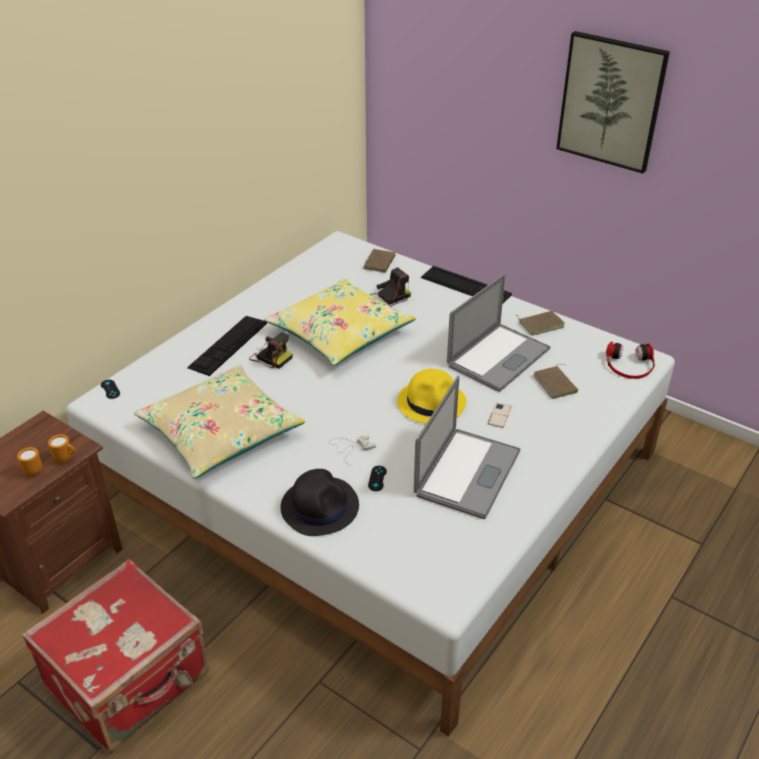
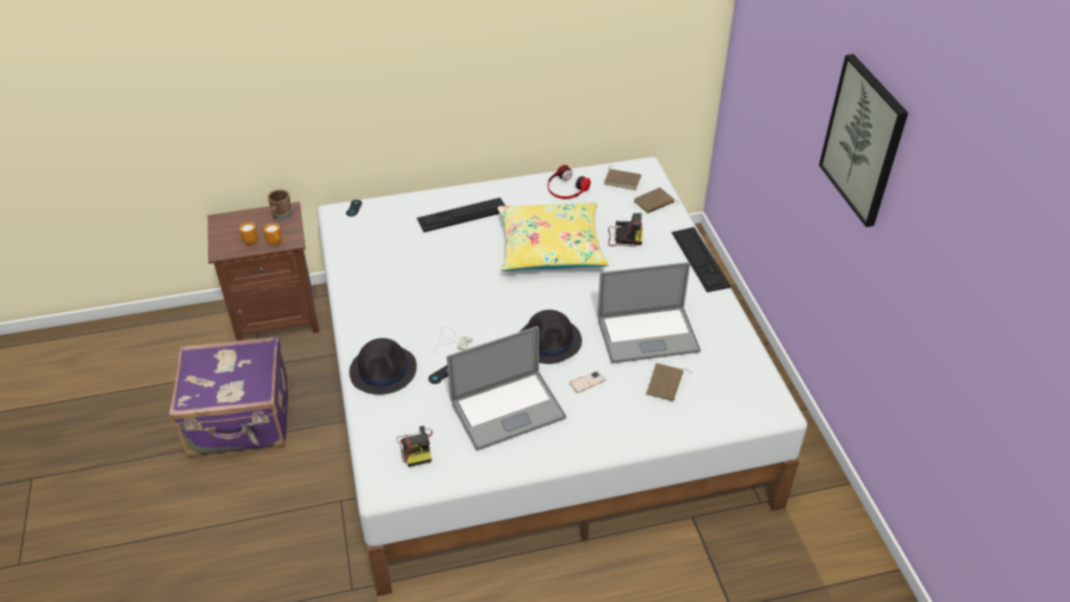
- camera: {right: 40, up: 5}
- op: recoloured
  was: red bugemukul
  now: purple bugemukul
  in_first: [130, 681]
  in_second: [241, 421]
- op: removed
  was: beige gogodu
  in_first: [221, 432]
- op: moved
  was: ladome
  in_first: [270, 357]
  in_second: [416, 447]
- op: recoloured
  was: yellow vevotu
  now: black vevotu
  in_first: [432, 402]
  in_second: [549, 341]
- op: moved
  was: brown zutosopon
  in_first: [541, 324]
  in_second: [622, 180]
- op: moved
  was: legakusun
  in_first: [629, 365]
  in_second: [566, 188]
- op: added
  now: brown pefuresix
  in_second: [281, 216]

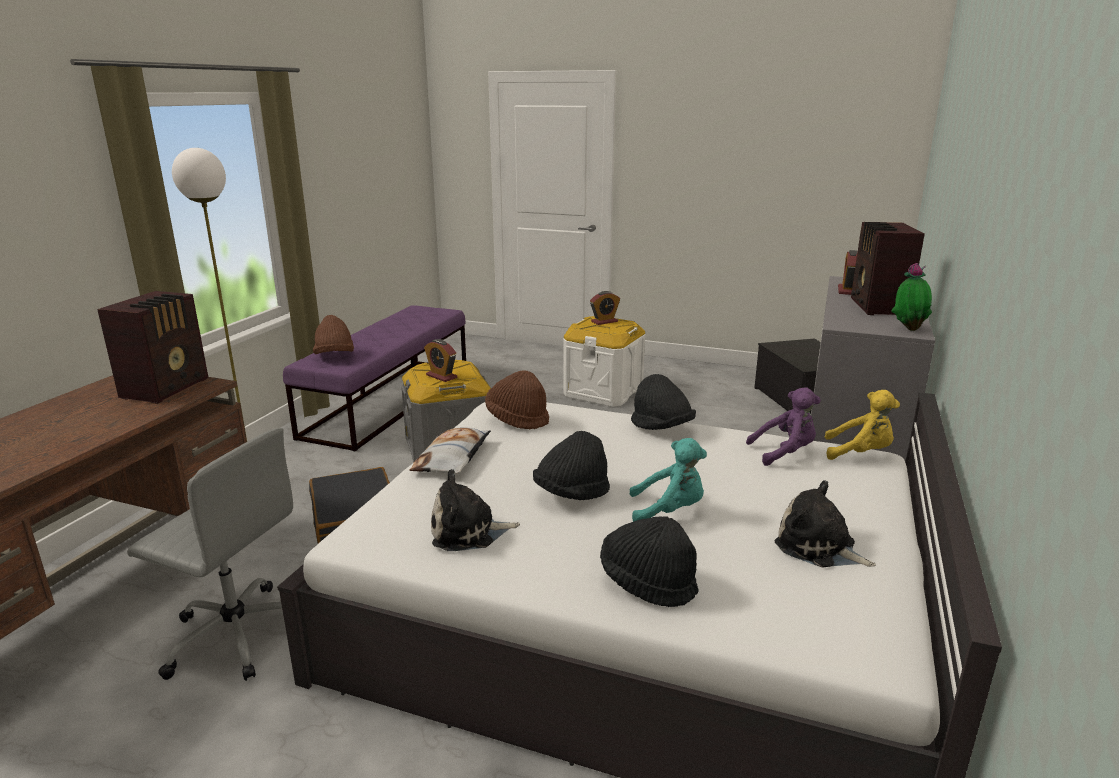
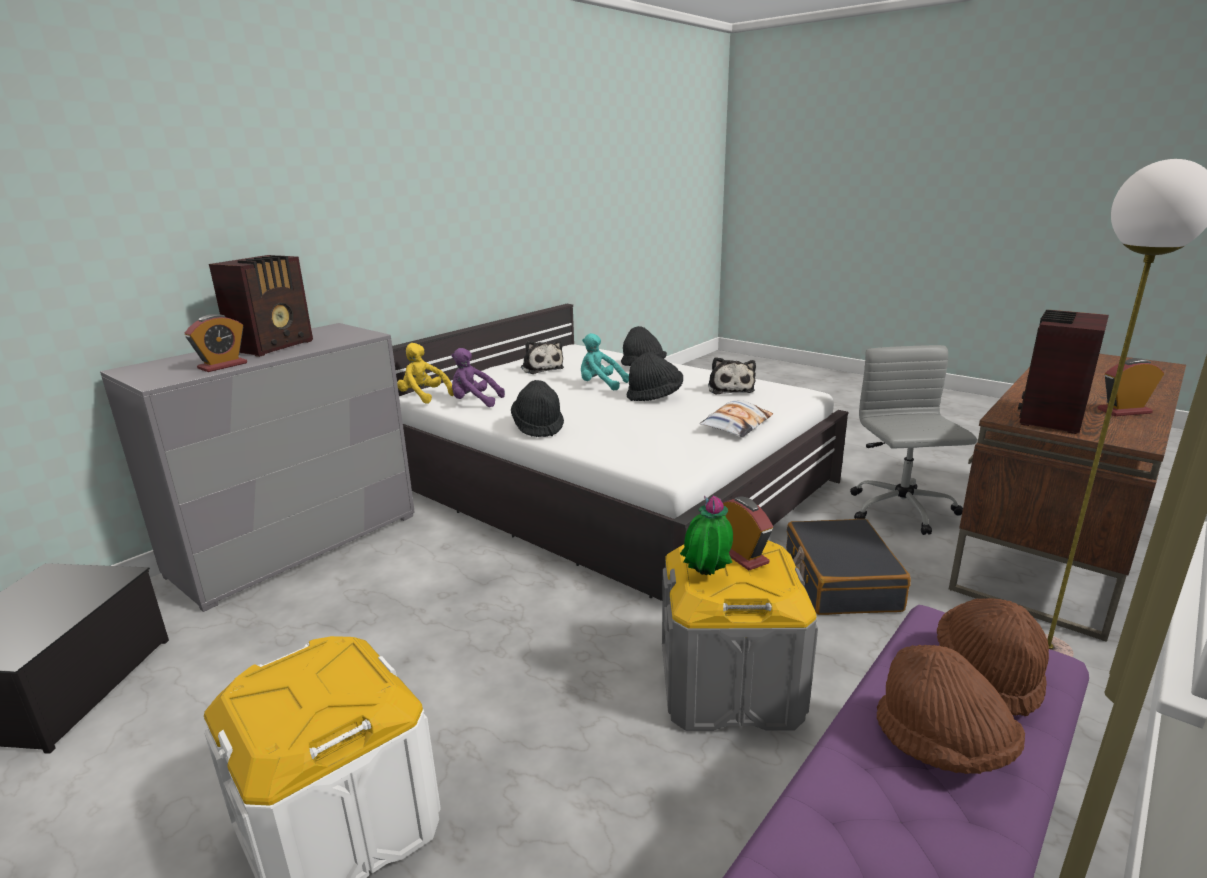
- camera: {right: -160, up: 0}
- op: turned
  was: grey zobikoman
  in_first: [235, 634]
  in_second: [901, 511]
  clockwise: 45
- op: turned
  was: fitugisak
  in_first: [468, 532]
  in_second: [730, 388]
  clockwise: 75
- op: moved
  was: brown vevotu
  in_first: [517, 419]
  in_second: [942, 746]
- op: moved
  was: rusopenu
  in_first: [604, 321]
  in_second: [1124, 411]
- op: moved
  was: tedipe
  in_first: [908, 329]
  in_second: [706, 577]

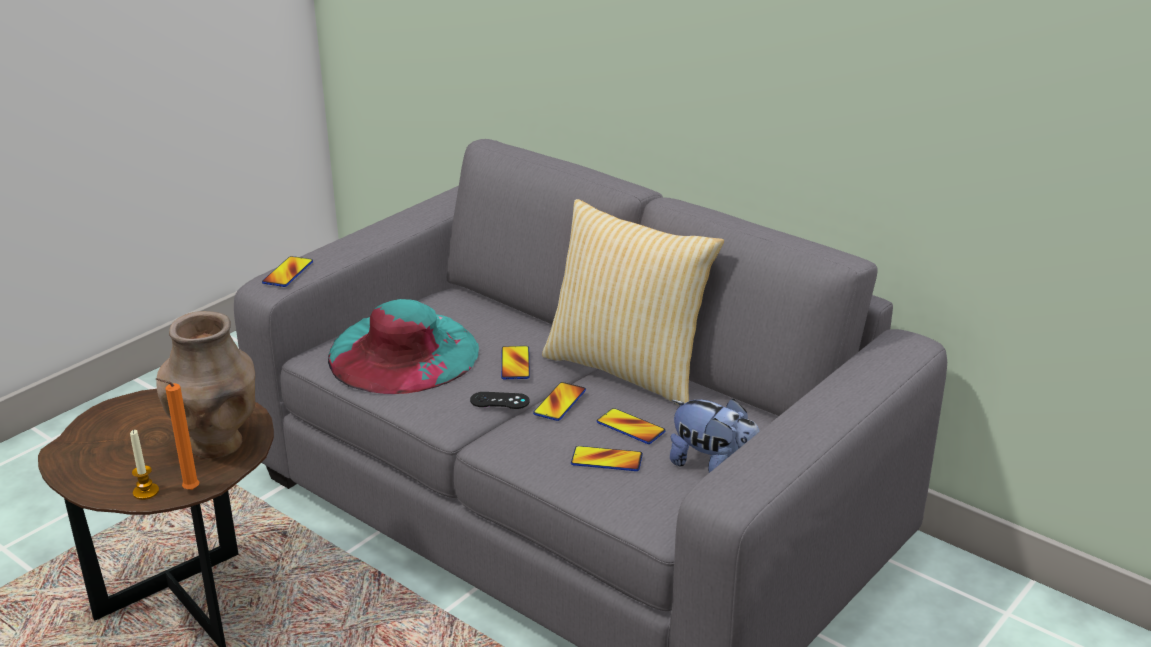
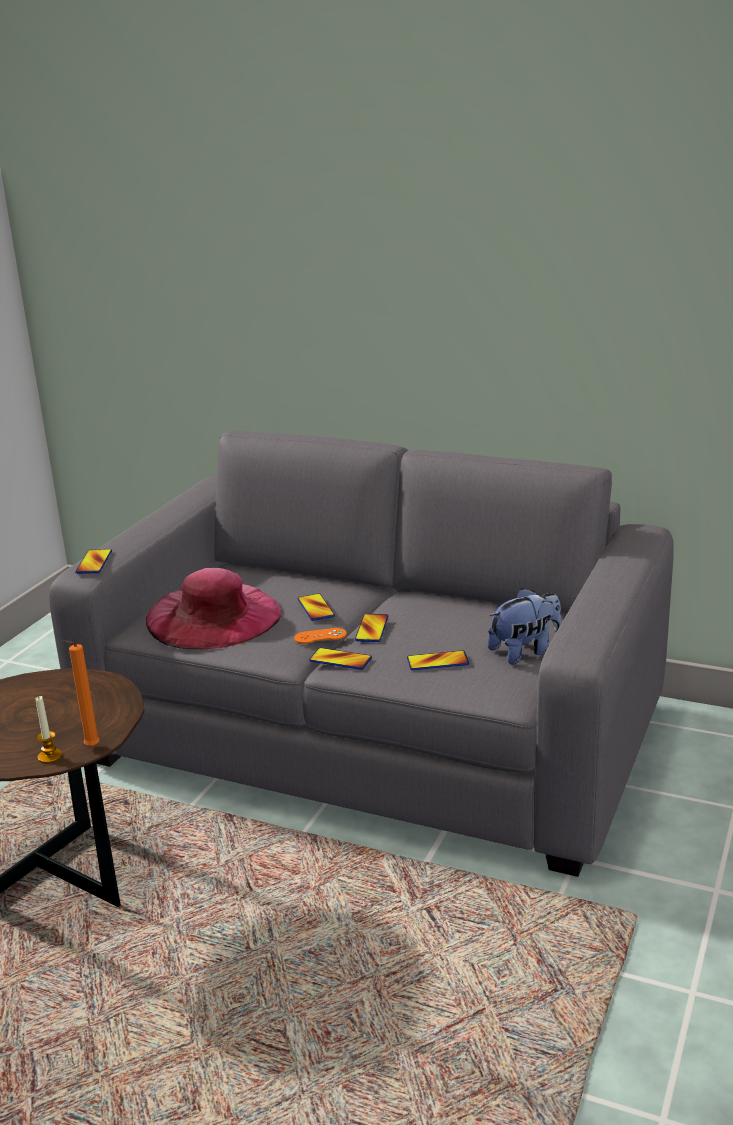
- camera: {right: -15, up: -5}
- op: removed
  was: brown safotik
  in_first: [217, 444]
- op: recoloured
  was: turquoise vevotu
  now: pink vevotu
  in_first: [403, 352]
  in_second: [213, 616]
- op: recoloured
  was: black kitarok
  now: orange kitarok
  in_first: [499, 401]
  in_second: [320, 636]
- op: removed
  was: gogodu
  in_first: [628, 369]
- op: moved
  was: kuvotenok
  in_first: [630, 427]
  in_second: [340, 660]
- op: turned
  was: fitugisak
  in_first: [713, 466]
  in_second: [525, 651]
  clockwise: -45

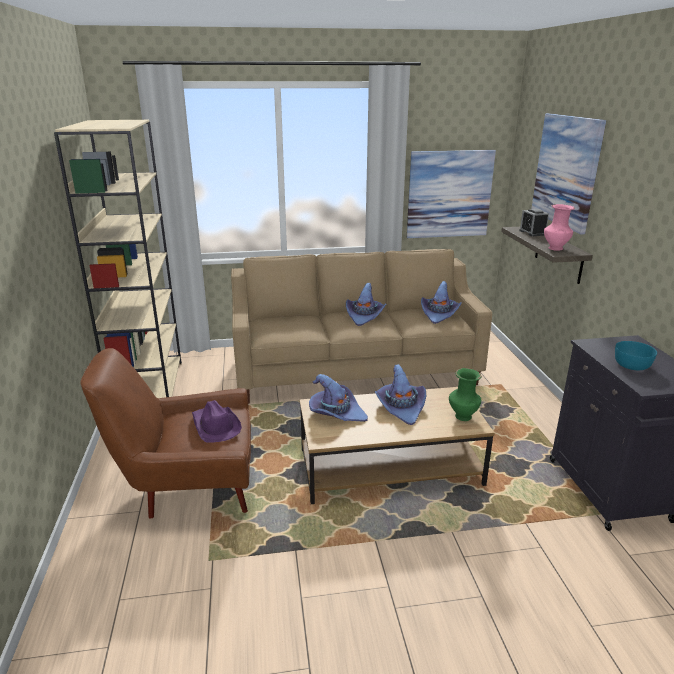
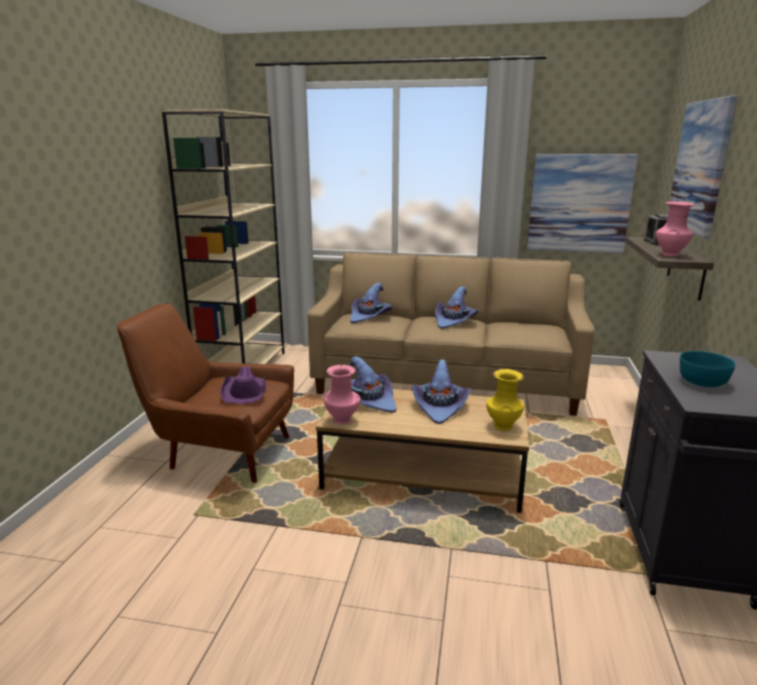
- camera: {right: 20, up: -5}
- op: moved
  was: purple vevotu
  in_first: [439, 314]
  in_second: [370, 316]
- op: recoloured
  was: green safotik
  now: yellow safotik
  in_first: [462, 416]
  in_second: [503, 426]
- op: added
  now: pink safotik
  in_second: [343, 420]

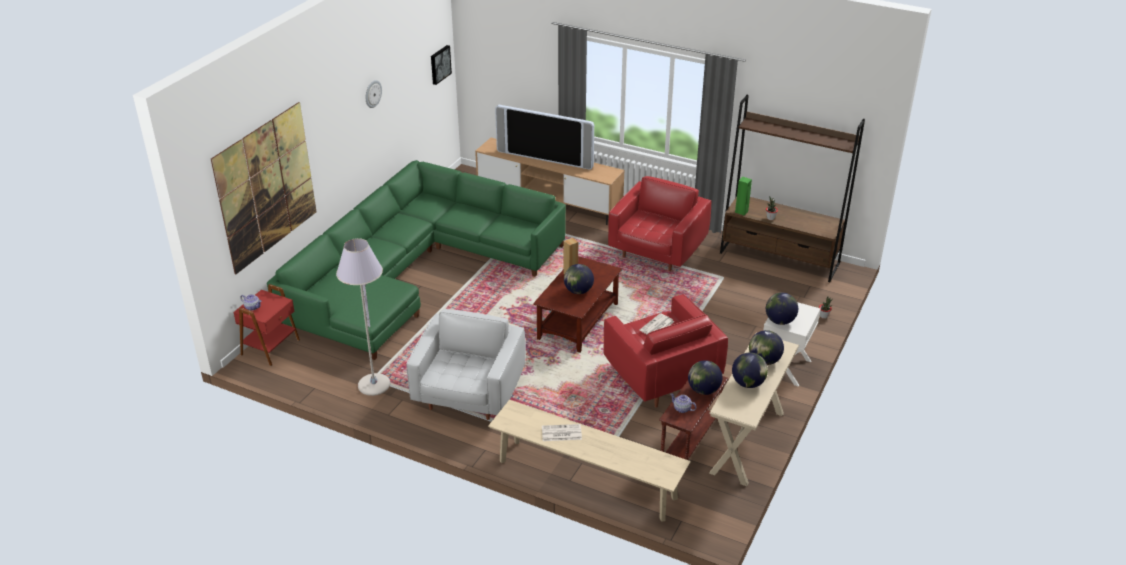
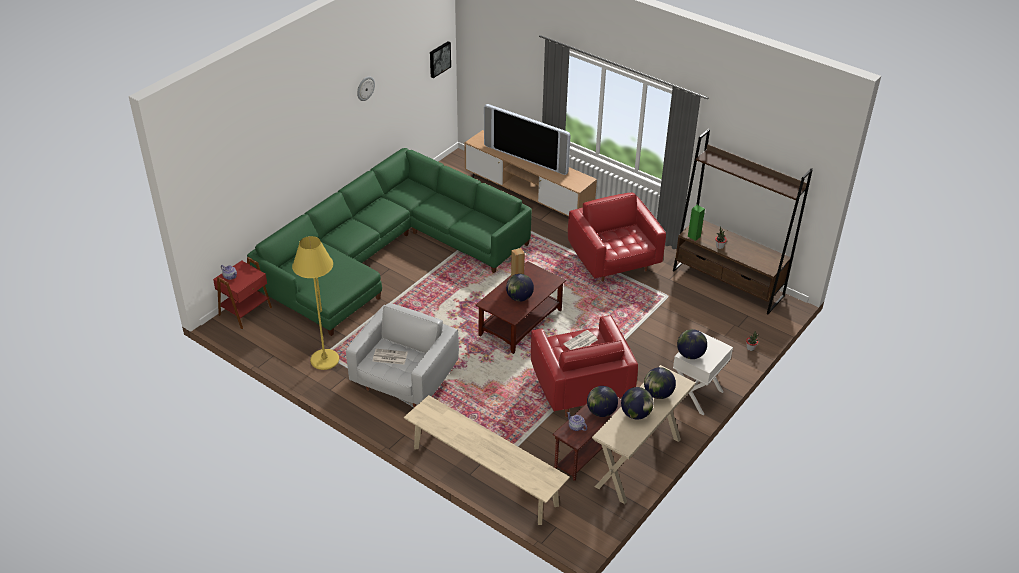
- camera: {right: 10, up: 5}
- op: removed
  was: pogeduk
  in_first: [266, 187]
- op: recoloured
  was: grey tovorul
  now: yellow tovorul
  in_first: [374, 385]
  in_second: [324, 360]
- op: moved
  was: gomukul
  in_first: [561, 433]
  in_second: [389, 357]
- op: turned
  was: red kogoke
  in_first: [657, 251]
  in_second: [614, 261]
  clockwise: -60

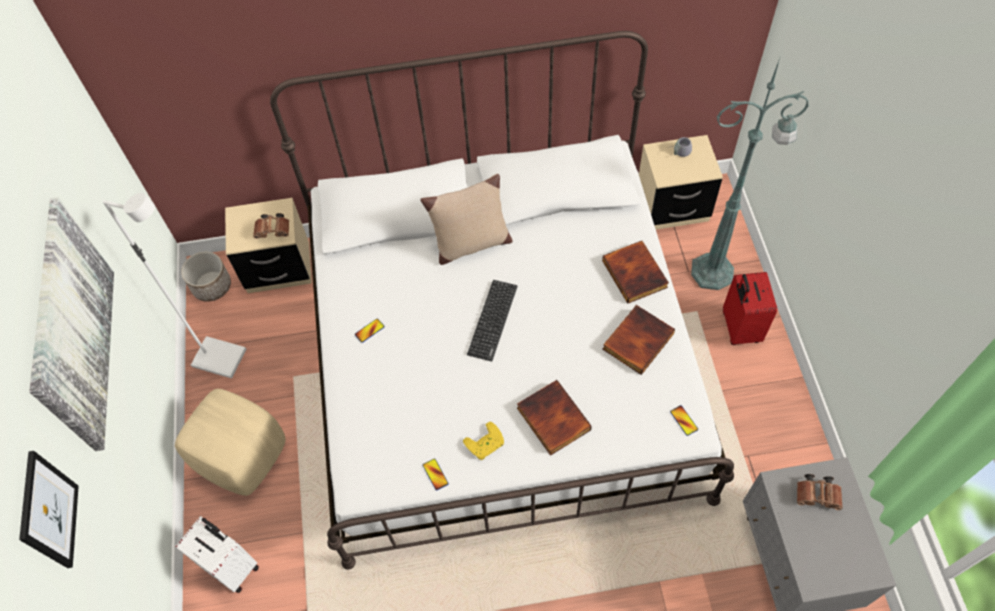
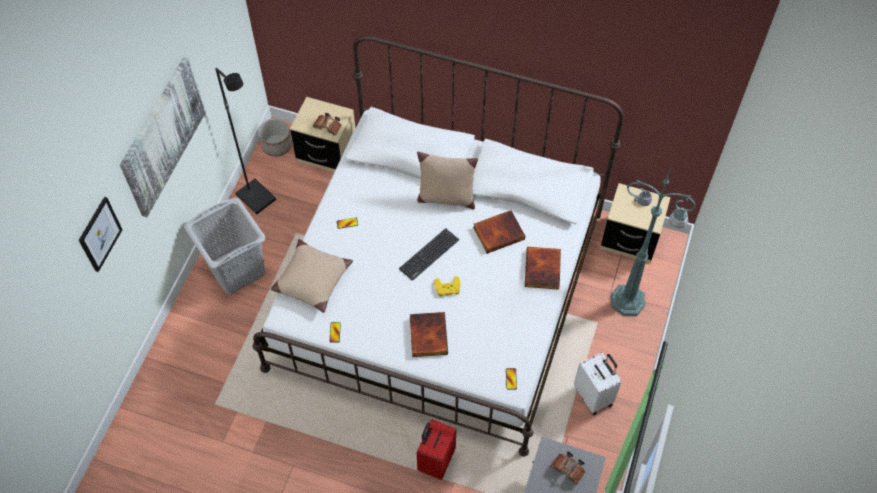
- camera: {right: 25, up: 0}
- op: recoloured
  was: white tovorul
  now: black tovorul
  in_first: [221, 358]
  in_second: [257, 197]
- op: replaced
  was: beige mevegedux
  now: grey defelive
  in_first: [243, 456]
  in_second: [237, 269]
- op: moved
  was: white bugemukul
  in_first: [232, 566]
  in_second: [594, 396]
- op: moved
  was: yellow kitarok
  in_first: [486, 444]
  in_second: [447, 289]
- op: moved
  was: zutosopon
  in_first: [637, 340]
  in_second: [498, 232]
- op: moved
  was: red bugemukul
  in_first: [739, 328]
  in_second: [435, 460]
- op: added
  now: beige gogodu
  in_second: [312, 279]

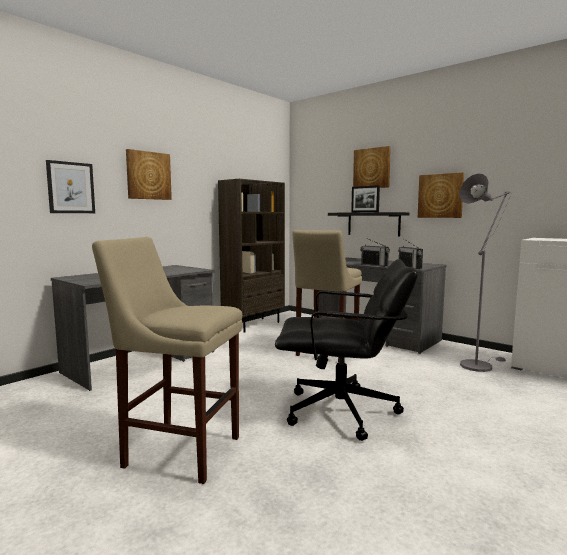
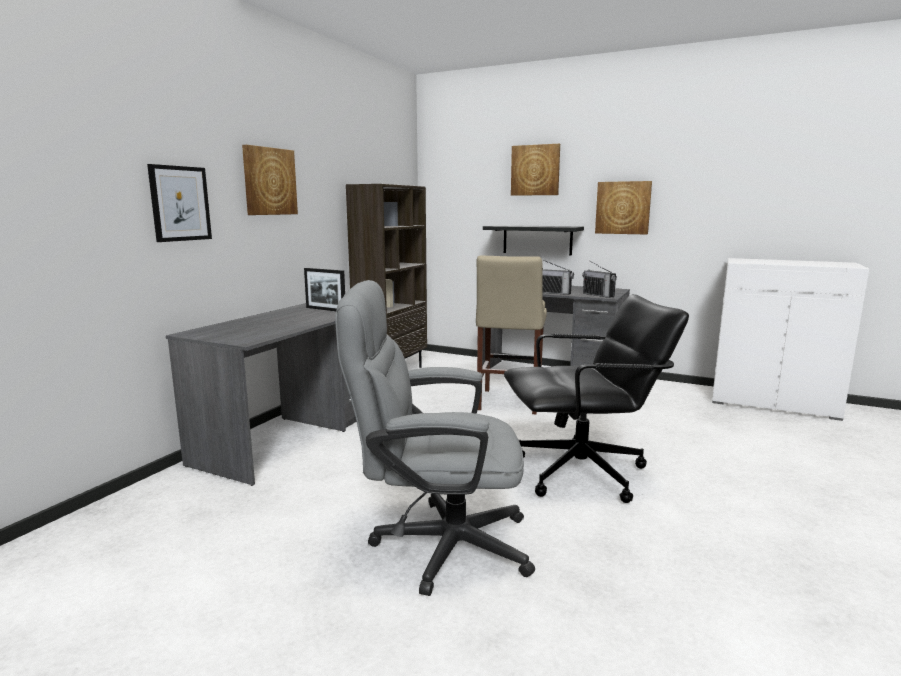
- camera: {right: -15, up: 5}
- op: replaced
  was: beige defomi
  now: grey zobikoman
  in_first: [178, 450]
  in_second: [436, 544]
- op: moved
  was: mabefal
  in_first: [364, 212]
  in_second: [325, 309]
- op: removed
  was: grey tovorul
  in_first: [478, 365]

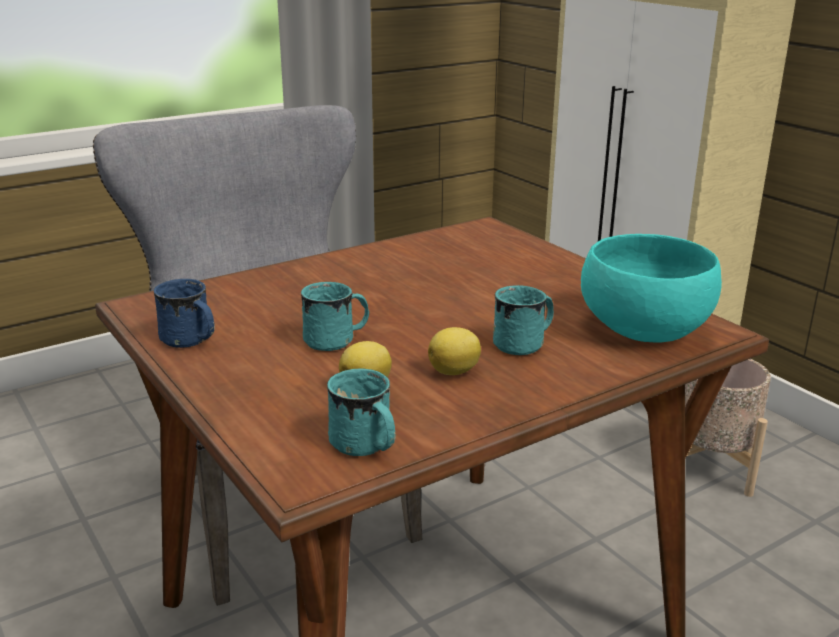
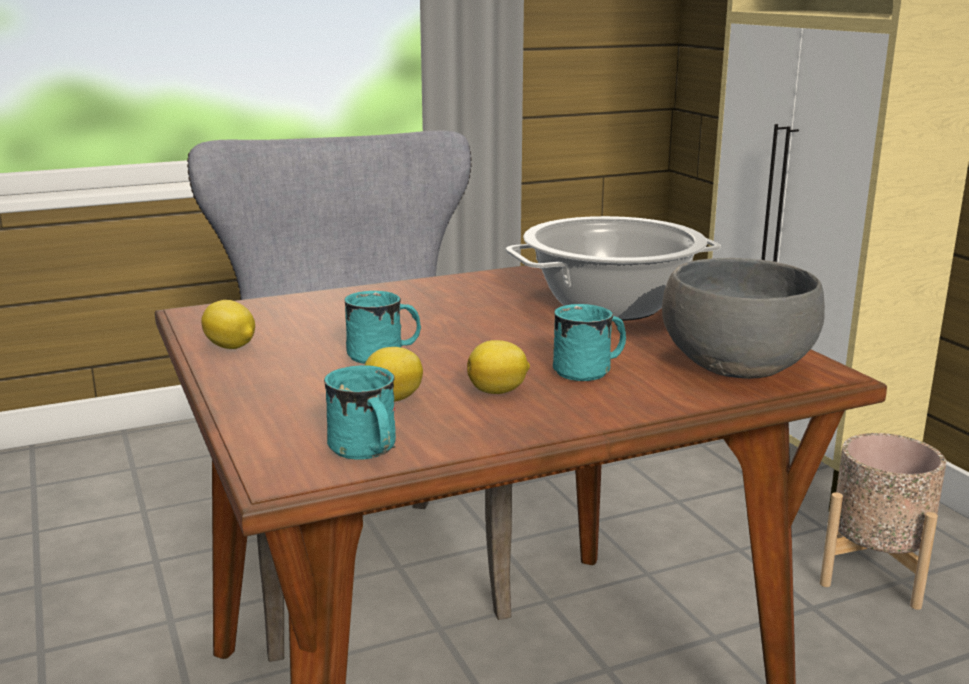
- camera: {right: 10, up: -5}
- op: replaced
  was: blue pefuresix
  now: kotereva
  in_first: [190, 341]
  in_second: [231, 347]
- op: recoloured
  was: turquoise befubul
  now: grey befubul
  in_first: [643, 328]
  in_second: [735, 365]
- op: added
  now: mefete
  in_second: [611, 305]

